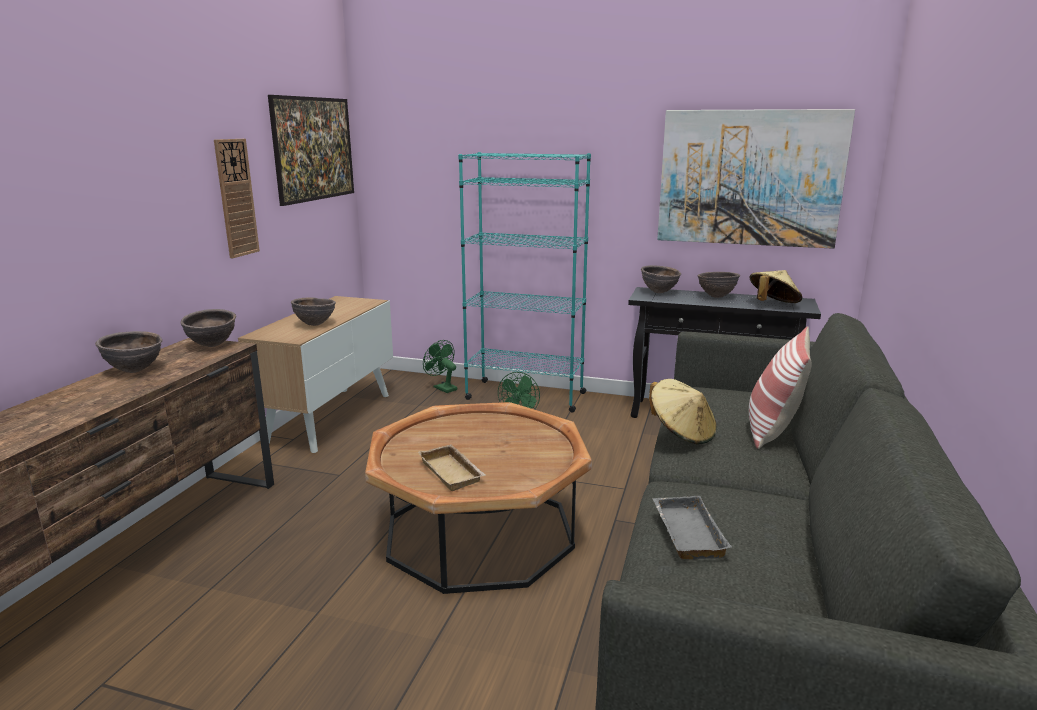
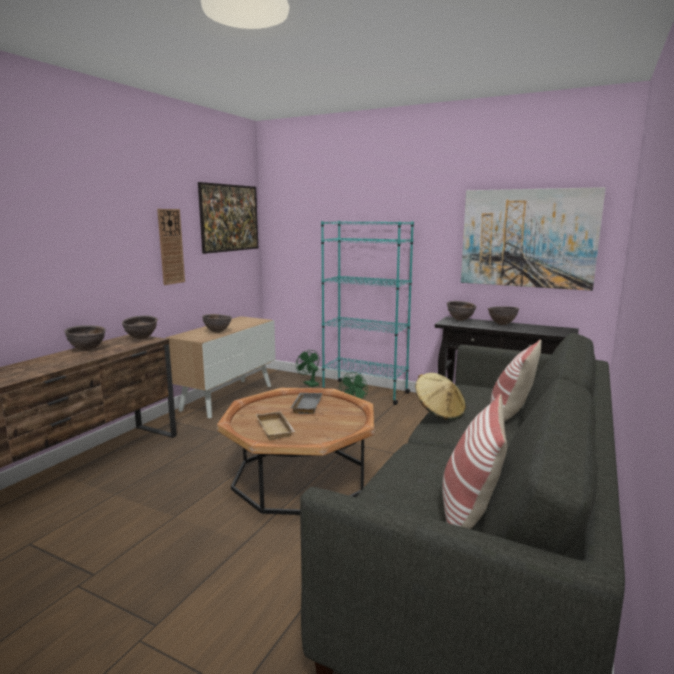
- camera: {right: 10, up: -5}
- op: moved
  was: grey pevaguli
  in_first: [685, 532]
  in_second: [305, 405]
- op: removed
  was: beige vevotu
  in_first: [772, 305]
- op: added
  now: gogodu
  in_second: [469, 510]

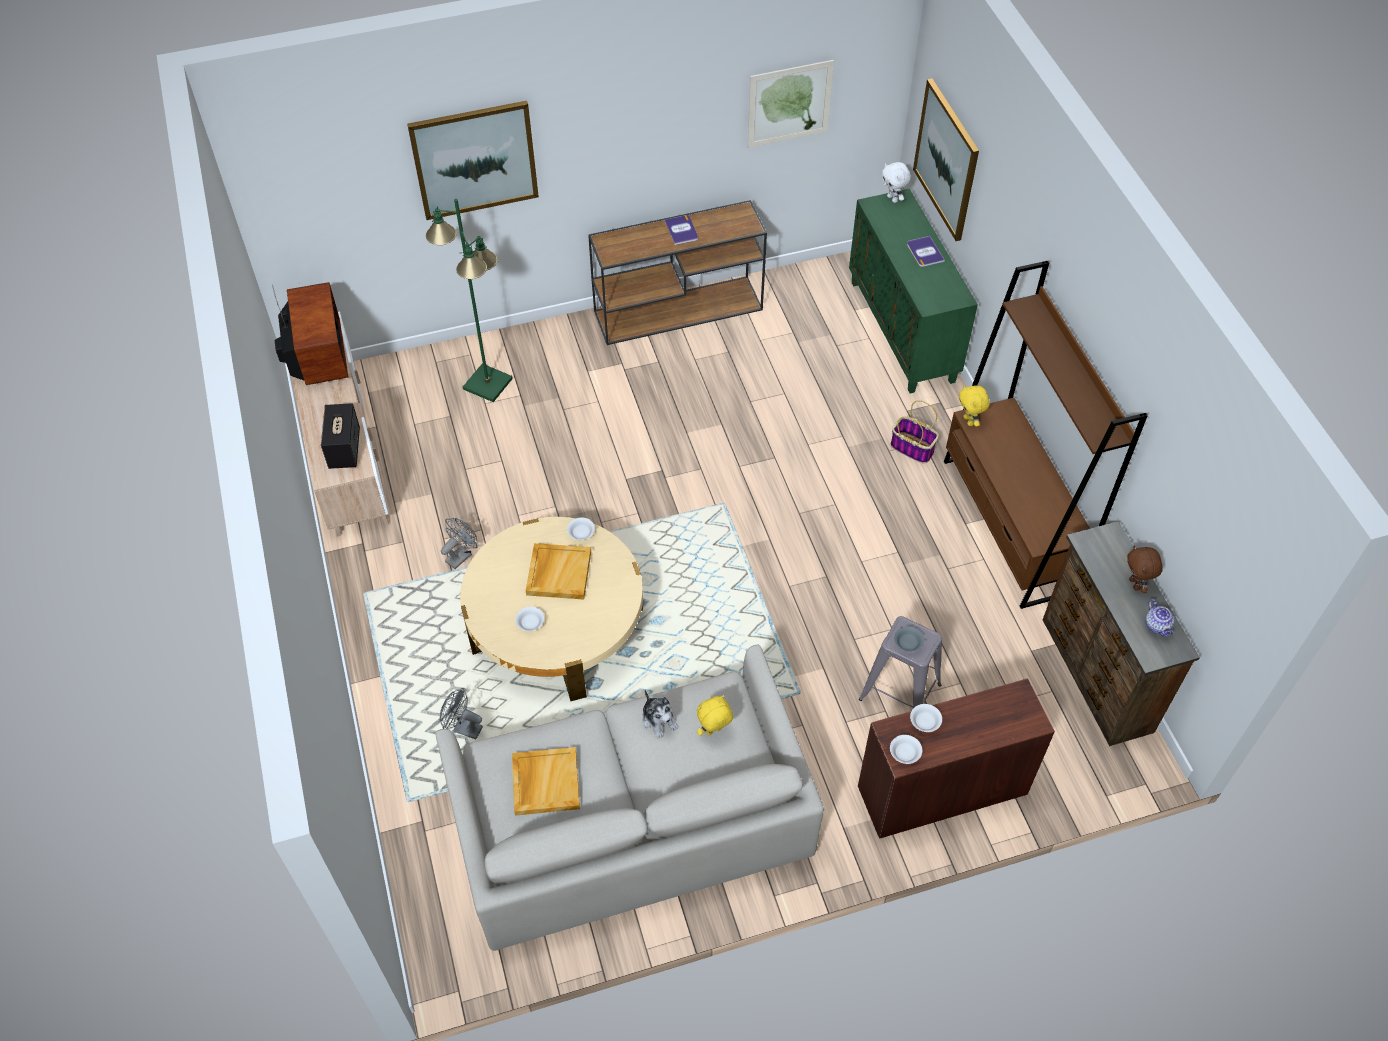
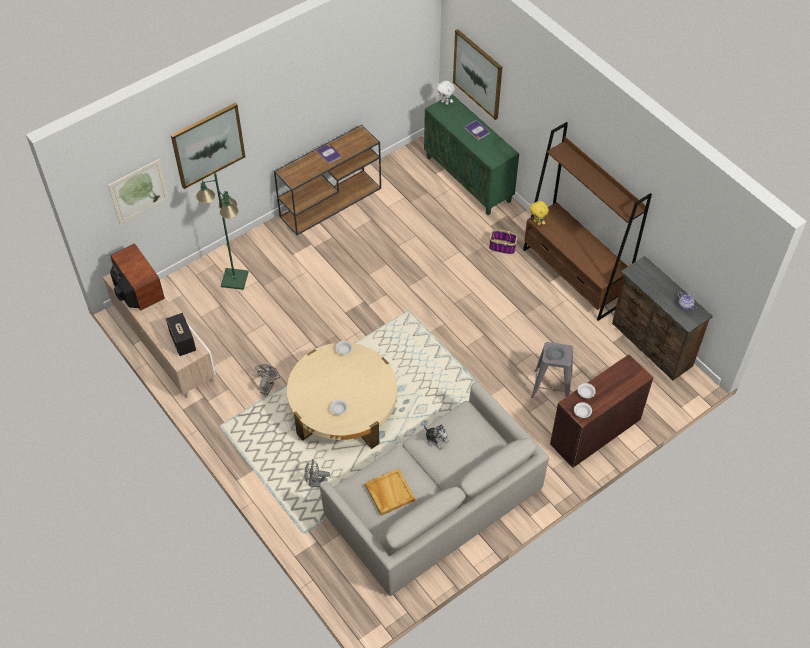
- camera: {right: -20, up: 0}
- op: removed
  was: beige pevaguli
  in_first: [558, 572]
- op: removed
  was: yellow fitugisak
  in_first: [714, 732]
- op: moved
  was: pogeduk
  in_first: [789, 103]
  in_second: [139, 191]
- op: removed
  was: brown fitugisak
  in_first: [1135, 584]

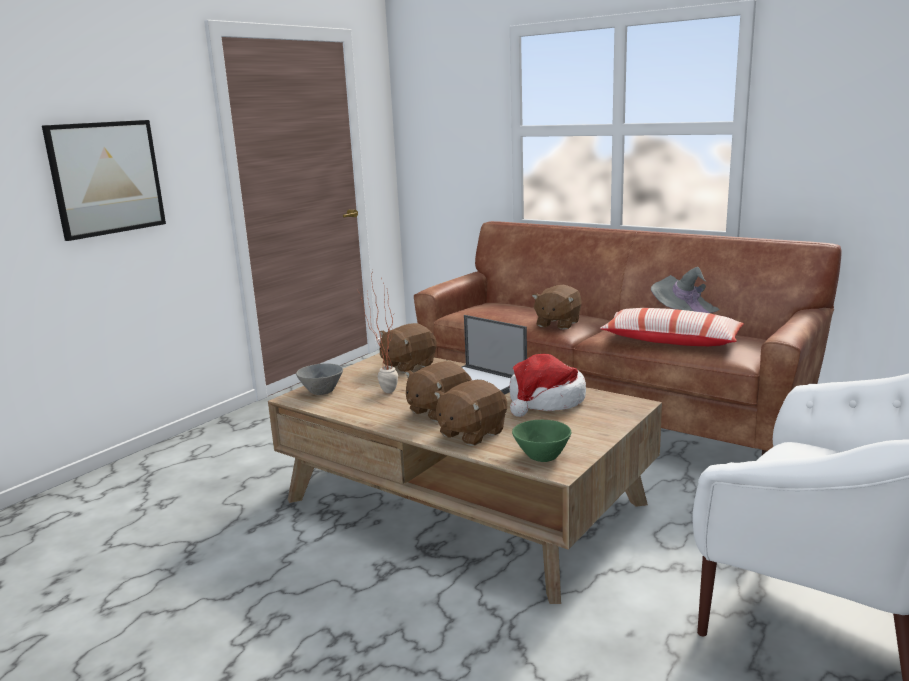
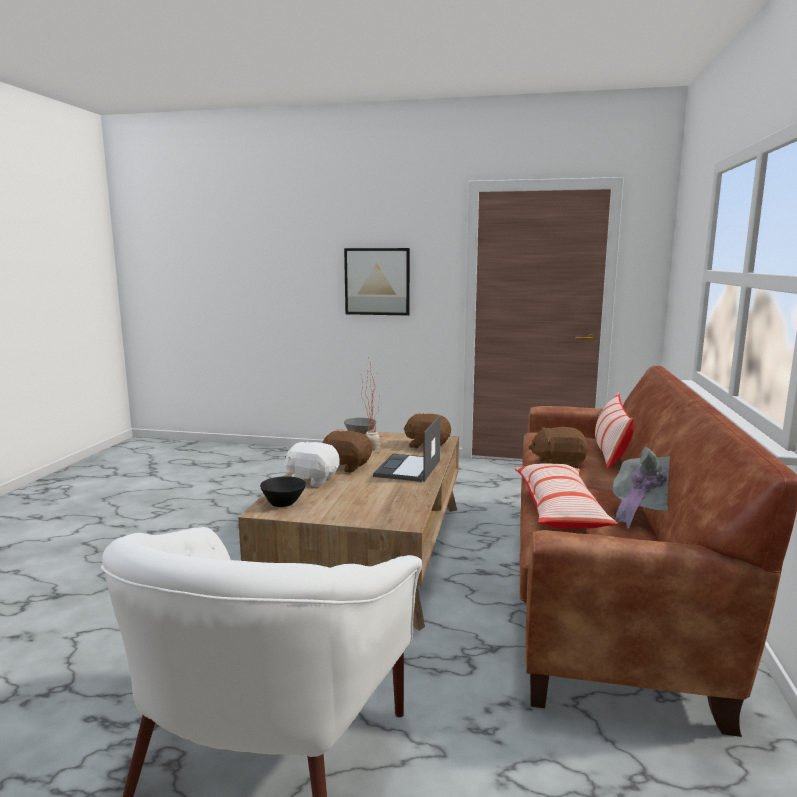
- camera: {right: 65, up: -5}
- op: recoloured
  was: brown fitugisak
  now: white fitugisak
  in_first: [471, 433]
  in_second: [312, 480]
- op: removed
  was: vevotu
  in_first: [545, 401]
- op: recoloured
  was: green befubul
  now: black befubul
  in_first: [543, 455]
  in_second: [284, 503]
- op: added
  now: gogodu
  in_second: [610, 452]

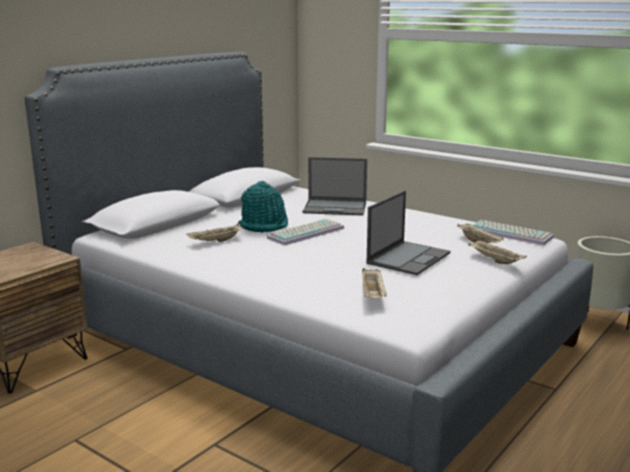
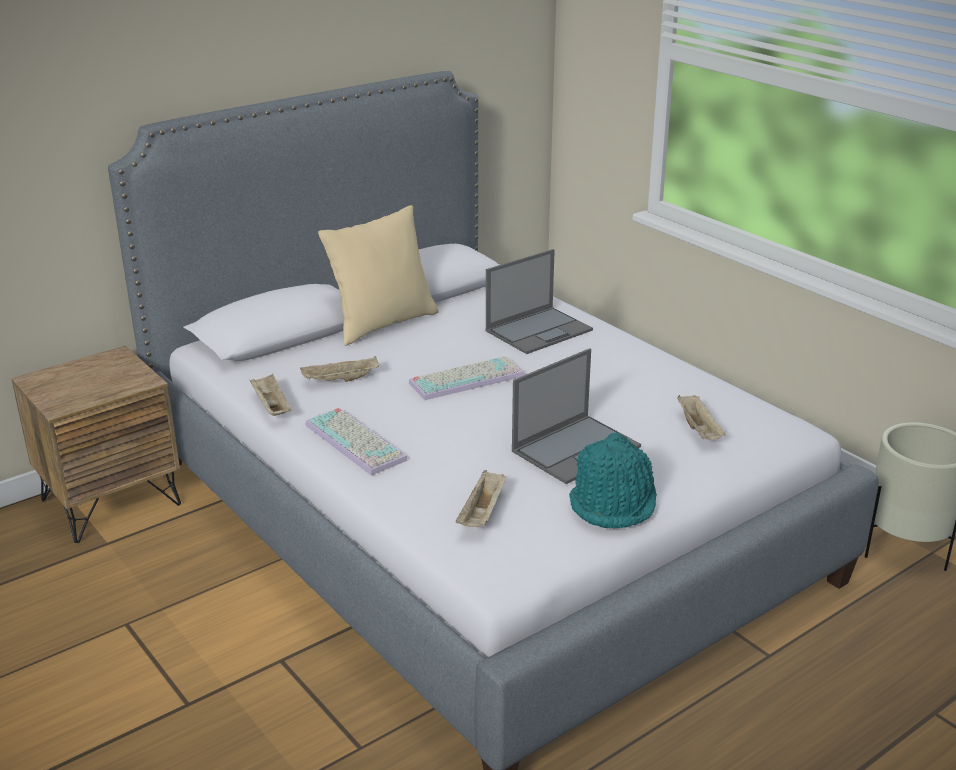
- camera: {right: 15, up: 10}
- op: moved
  was: turquoise vevotu
  in_first: [264, 225]
  in_second: [613, 503]
- op: turned
  was: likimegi
  in_first: [336, 208]
  in_second: [539, 330]
  clockwise: -60
- op: moved
  was: beige pevaguli
  in_first: [494, 260]
  in_second: [271, 407]
- op: moved
  was: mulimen
  in_first: [511, 233]
  in_second: [357, 442]
- op: added
  now: beige gogodu
  in_second: [382, 324]

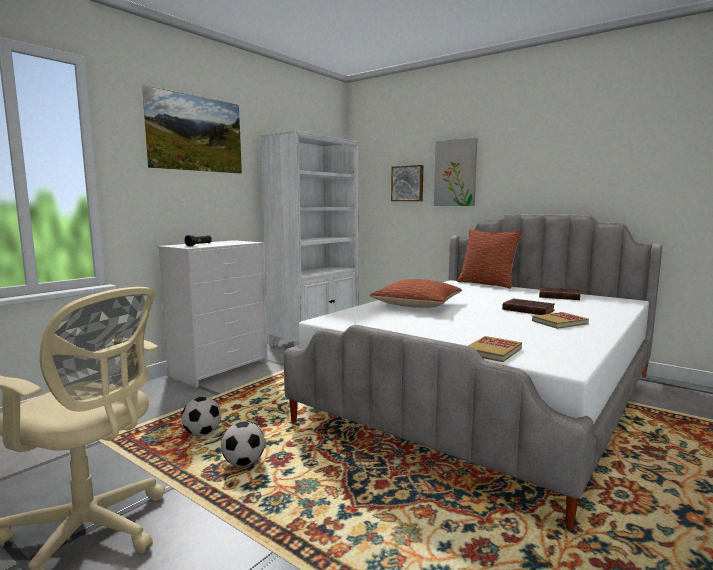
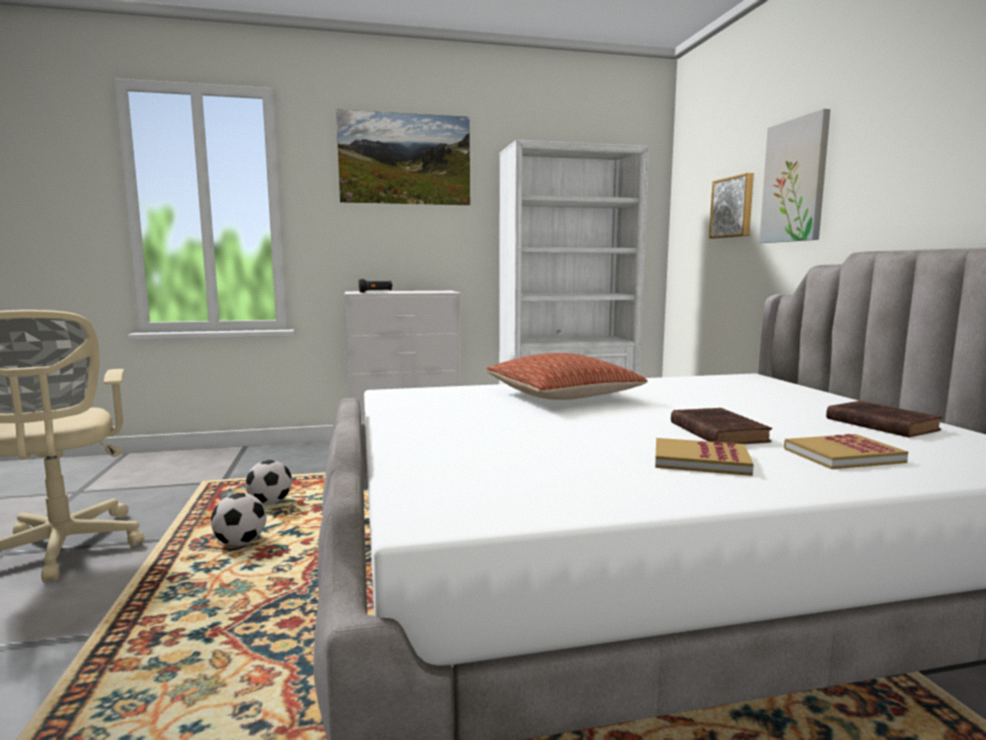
- camera: {right: 40, up: 0}
- op: removed
  was: gogodu
  in_first: [487, 284]
- op: moved
  was: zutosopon
  in_first: [492, 351]
  in_second: [843, 455]

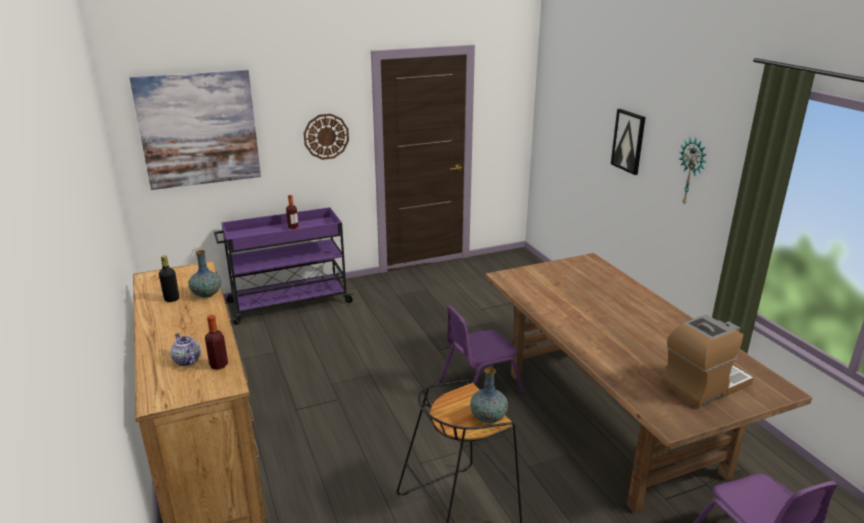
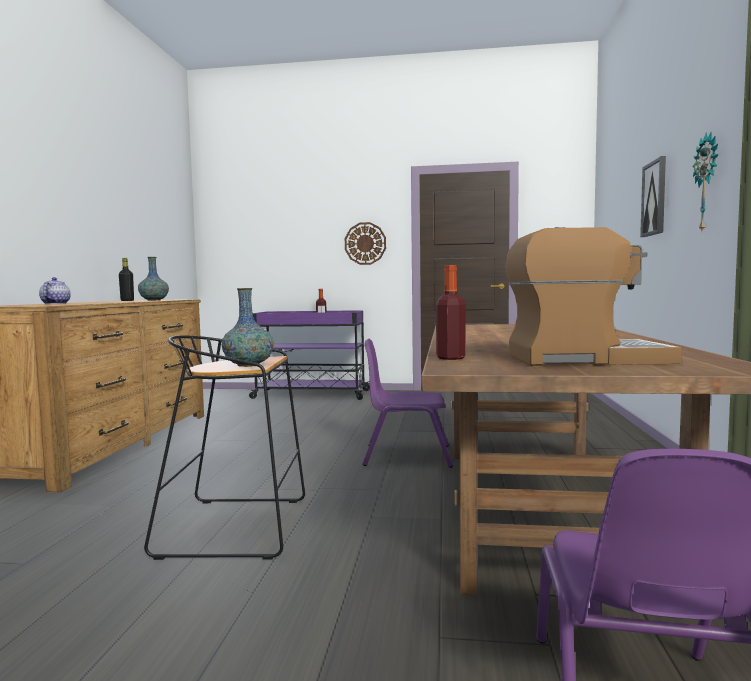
- camera: {right: 30, up: -20}
- op: removed
  was: pogeduk
  in_first: [199, 129]
- op: moved
  was: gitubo
  in_first: [219, 365]
  in_second: [450, 358]

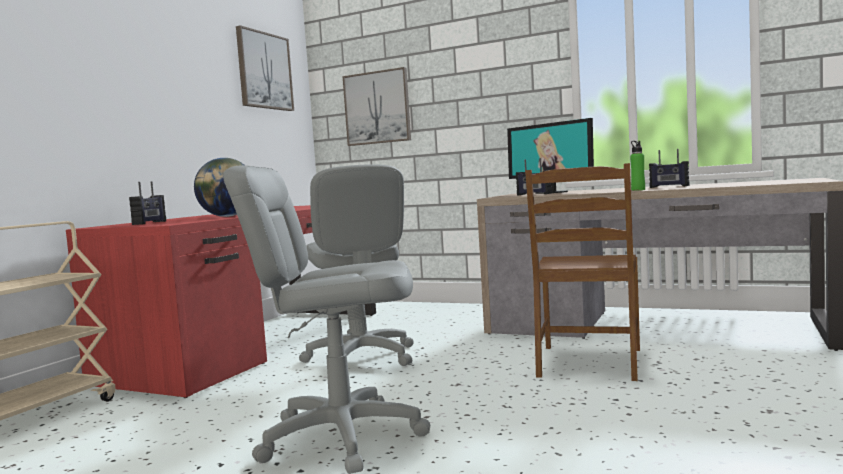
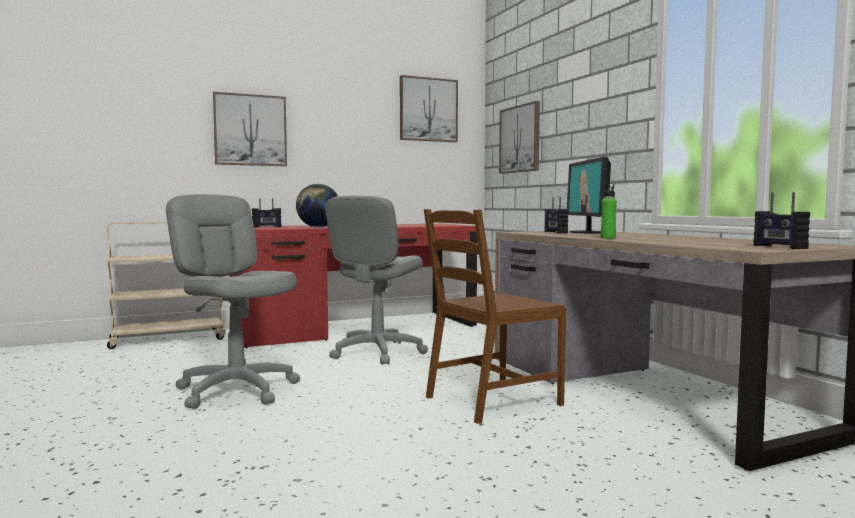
- camera: {right: 40, up: 0}
- op: moved
  was: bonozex
  in_first: [669, 186]
  in_second: [779, 247]
- op: added
  now: pogeduk
  in_second: [250, 130]

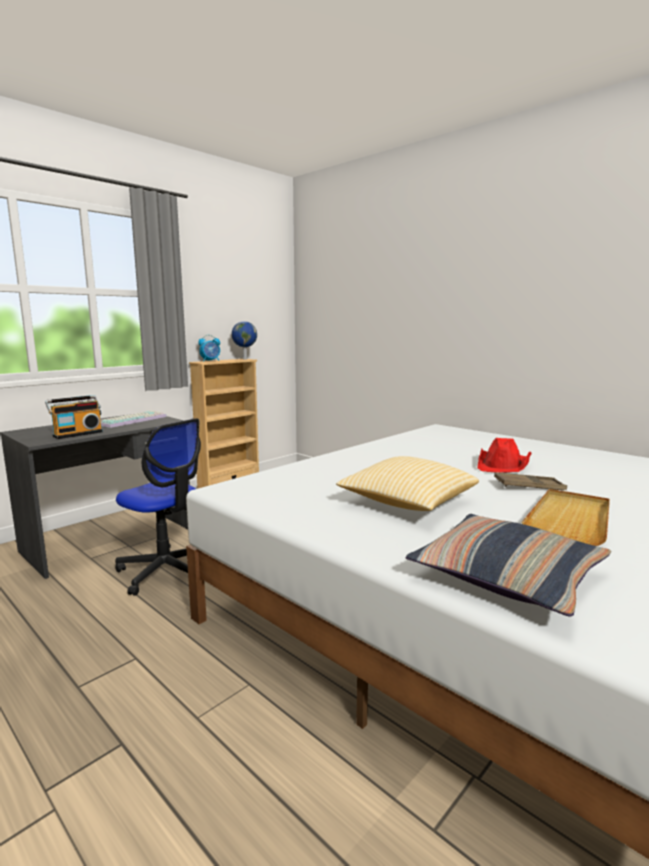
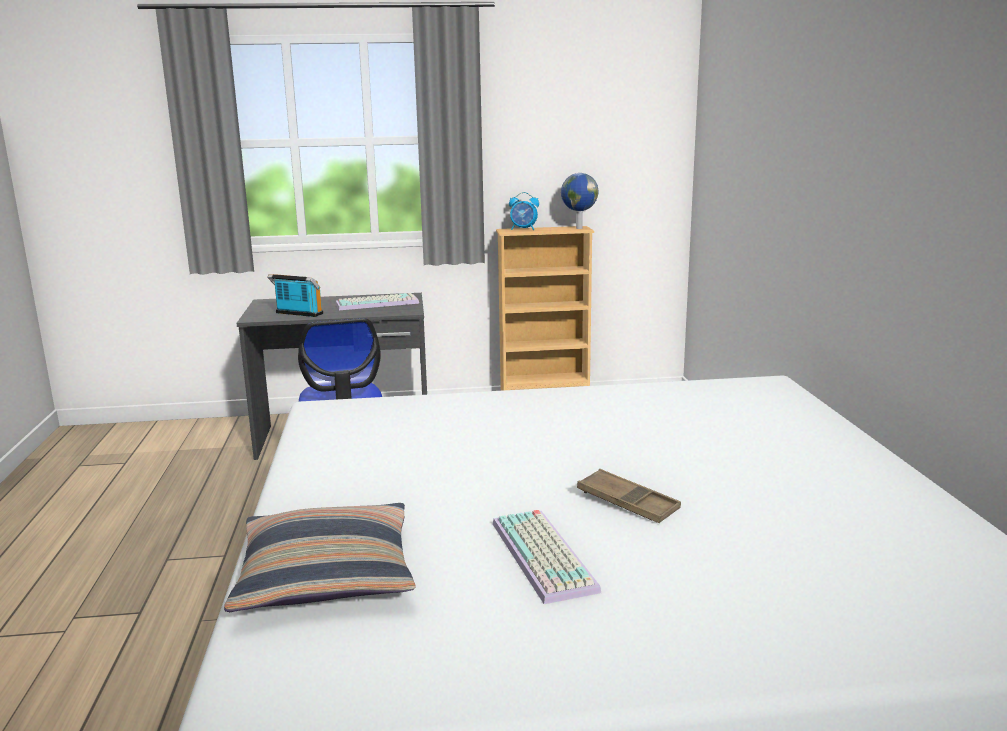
- camera: {right: 40, up: 5}
- op: turned
  was: bonozex
  in_first: [77, 434]
  in_second: [297, 314]
  clockwise: -150
- op: removed
  was: gogodu
  in_first: [407, 503]
- op: removed
  was: red vevotu
  in_first: [503, 465]
- op: replaced
  was: beige pevaguli
  now: mulimen
  in_first: [570, 520]
  in_second: [546, 556]

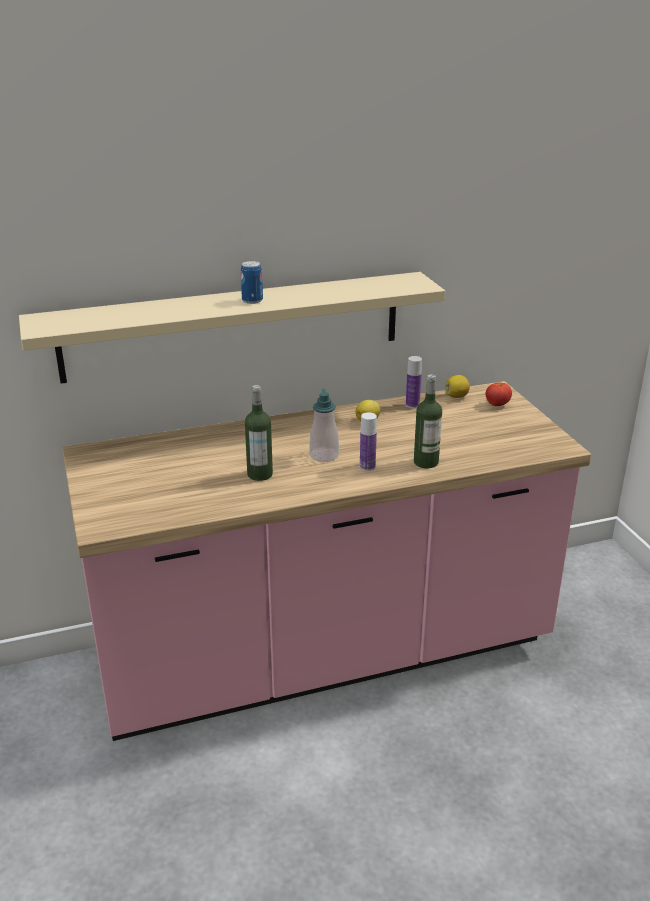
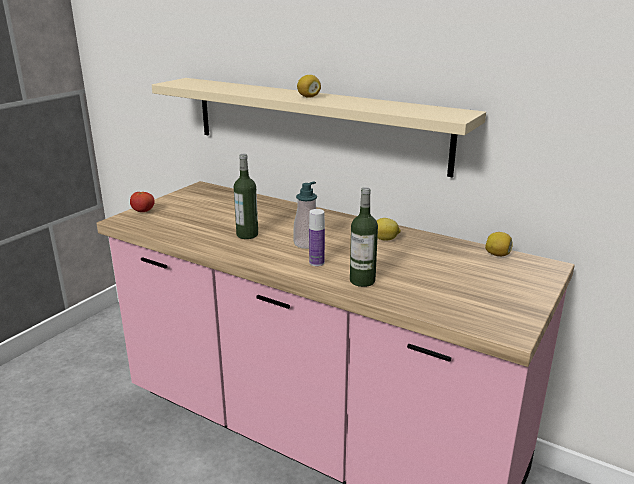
- camera: {right: 50, up: -5}
- op: replaced
  was: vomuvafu
  now: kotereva
  in_first: [252, 300]
  in_second: [308, 97]
- op: removed
  was: gitubo
  in_first: [412, 405]
- op: moved
  was: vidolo
  in_first: [497, 405]
  in_second: [143, 211]

